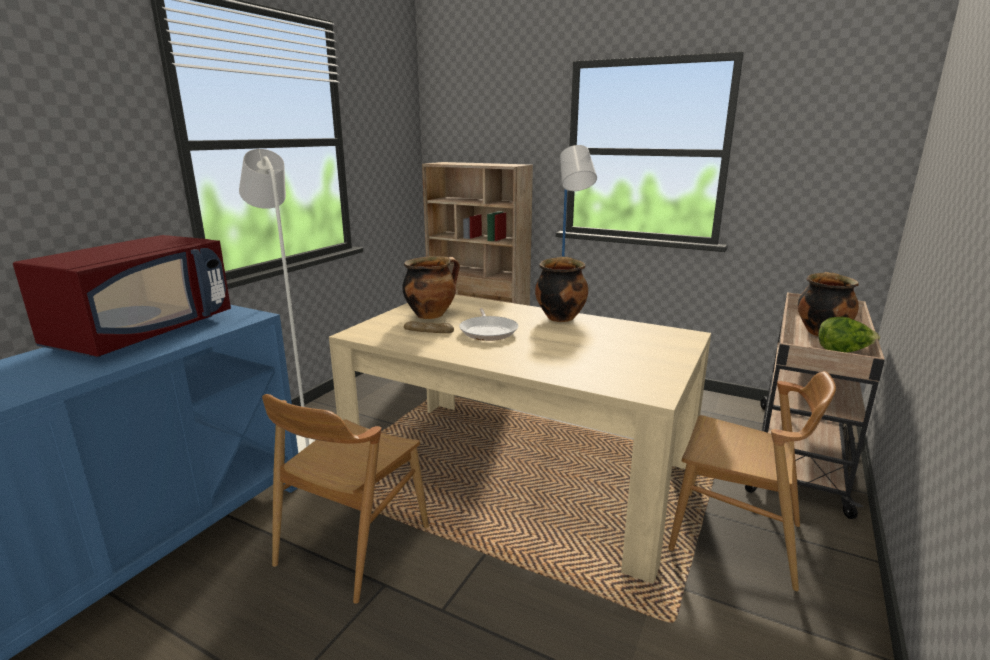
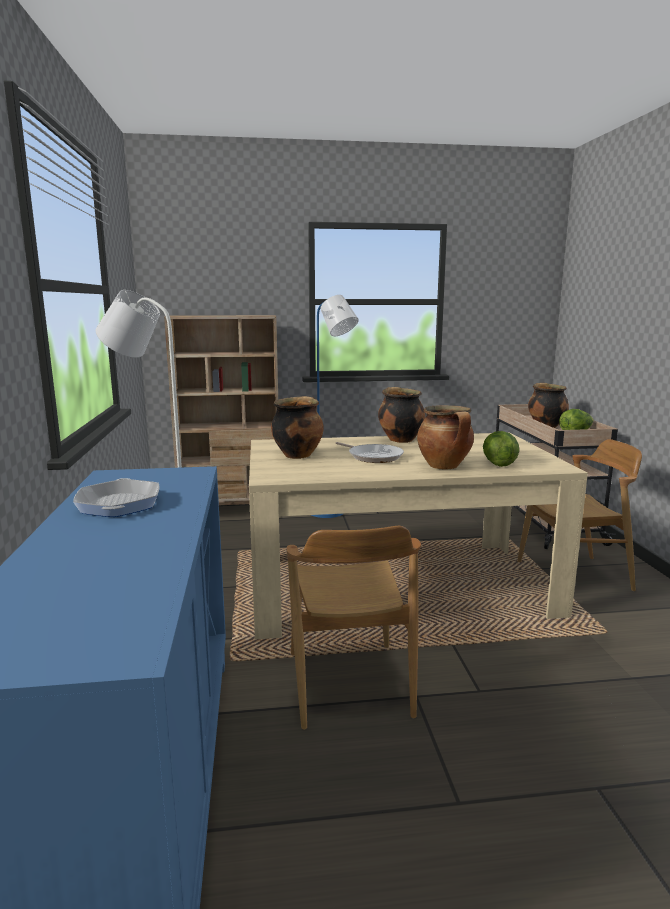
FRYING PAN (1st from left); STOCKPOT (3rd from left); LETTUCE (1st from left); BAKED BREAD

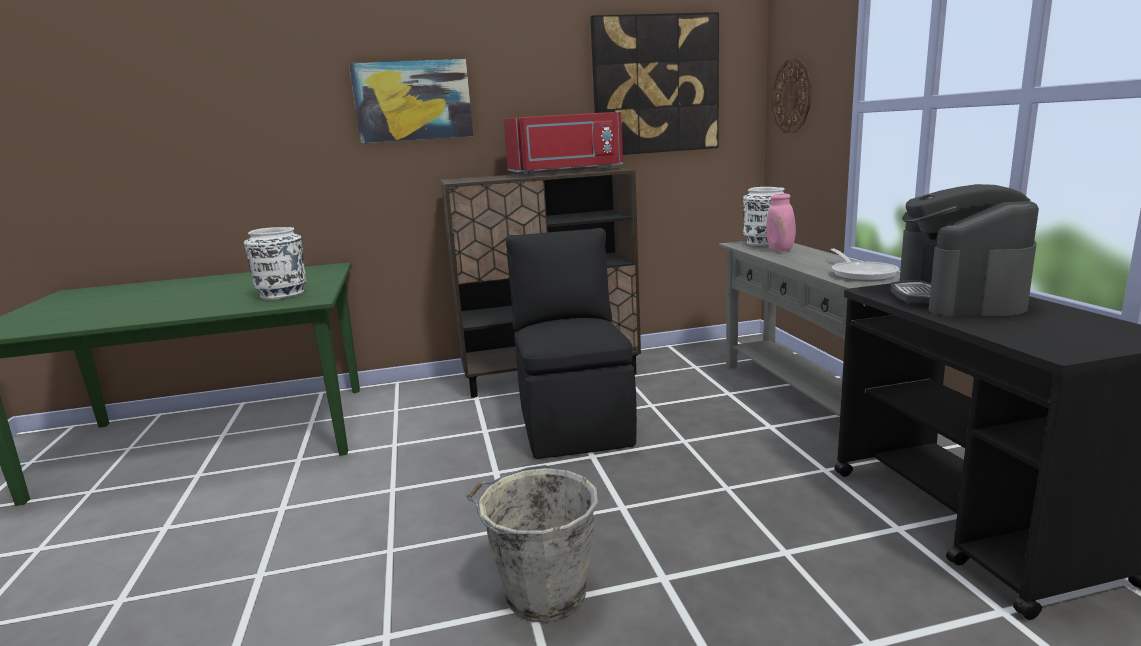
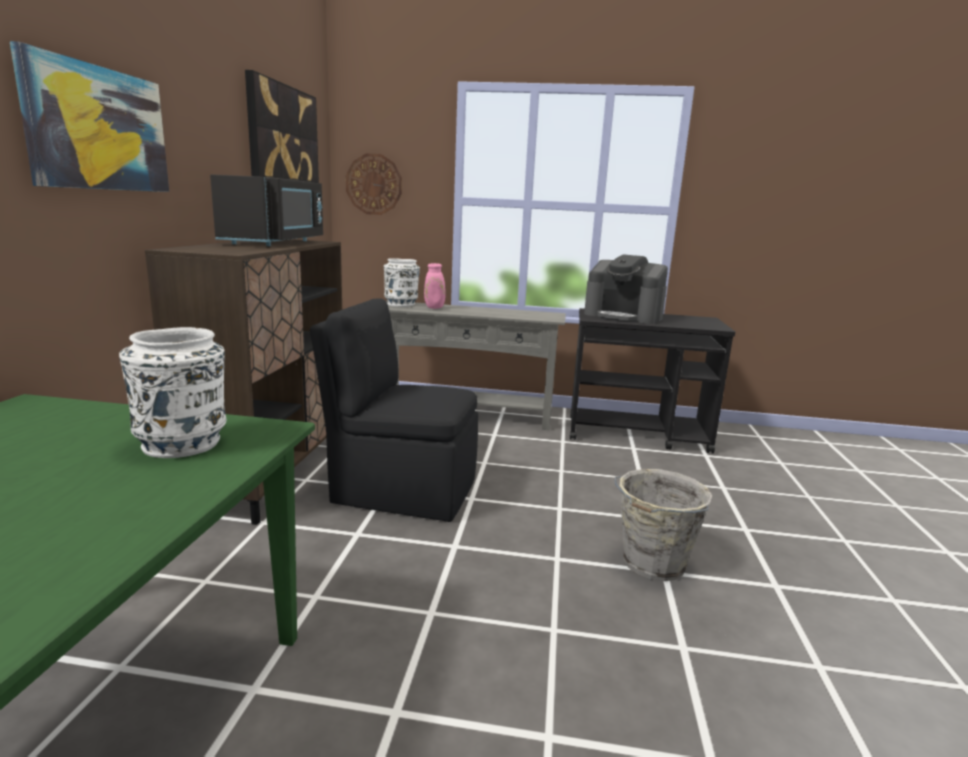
BLACK-COLOURED KITCHEN MICROWAVE; FRYING PAN

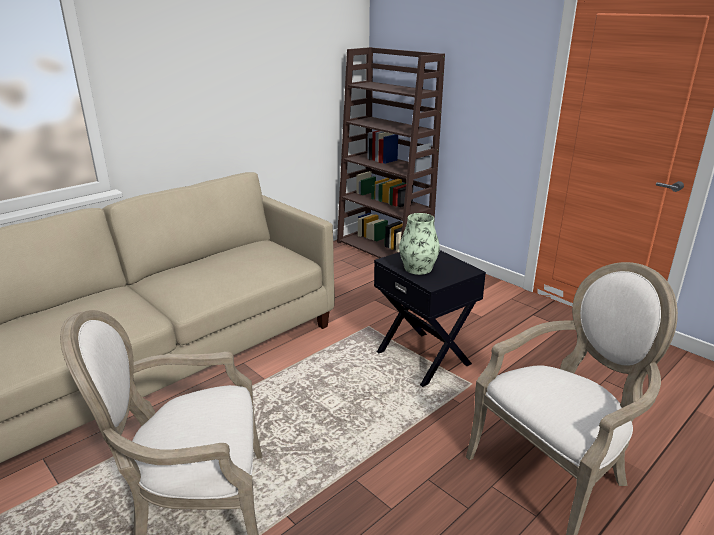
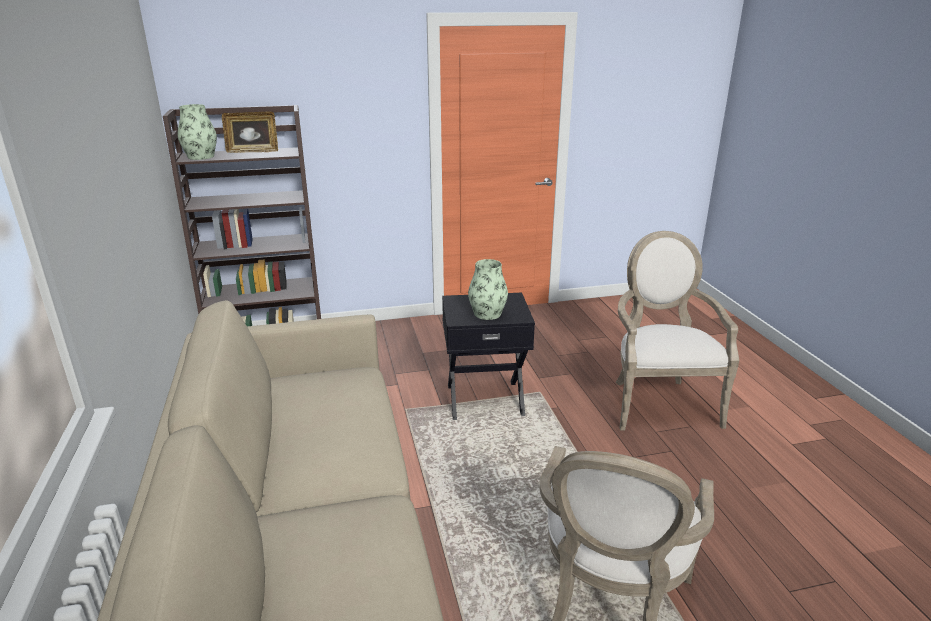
VASE (1st from left); PHOTO FRAME

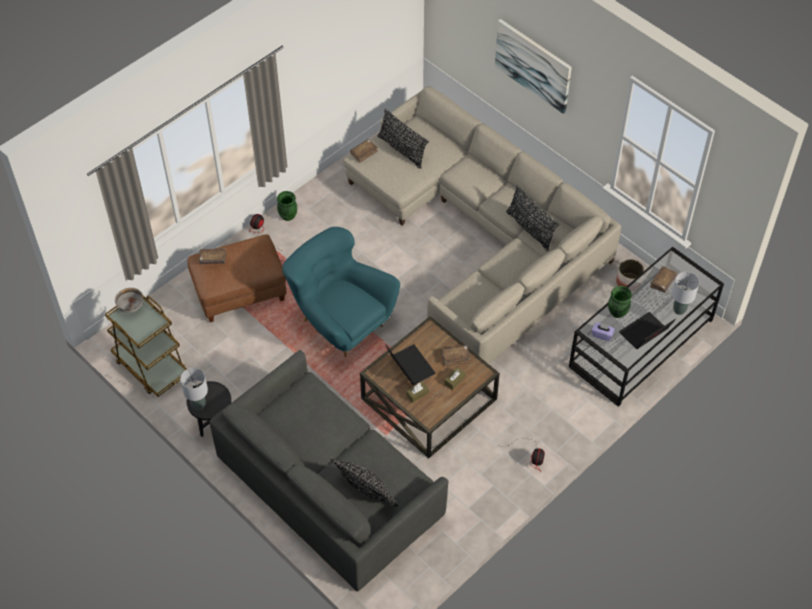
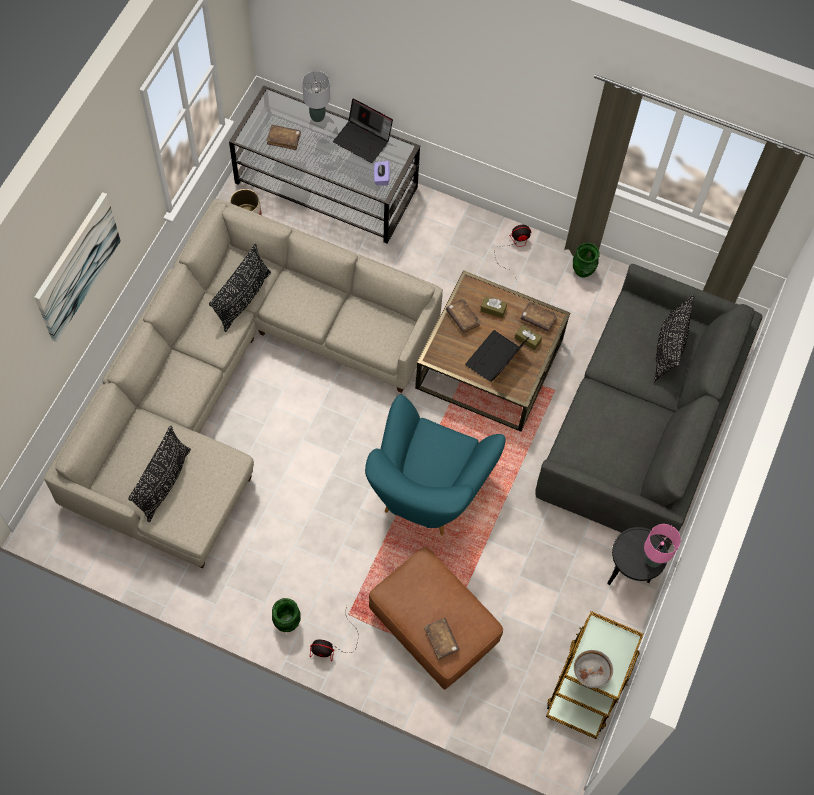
BROWN-COLOURED BOUND BOOK (4th from left); GREENISH VASE (2nd from left); PINKISH TABLETOP LAMP

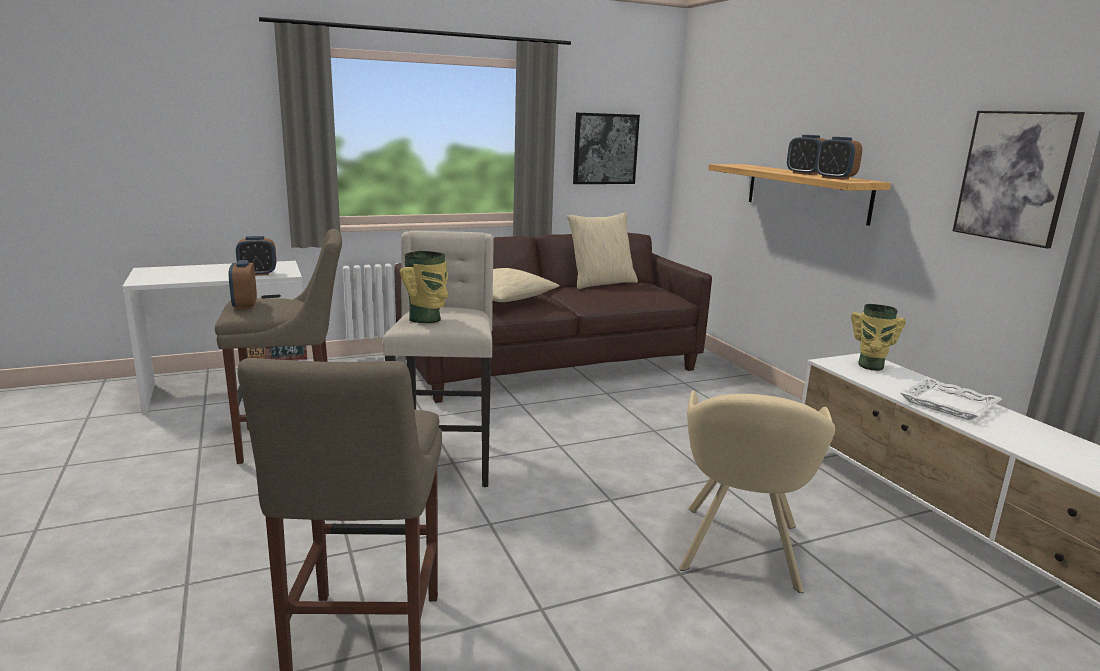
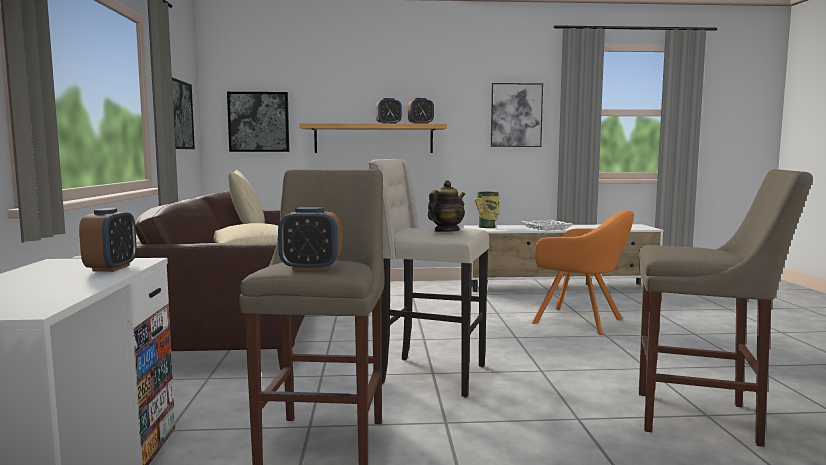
WALL PICTURE (2nd from left); TEAPOT; ORANGEY EASY CHAIR

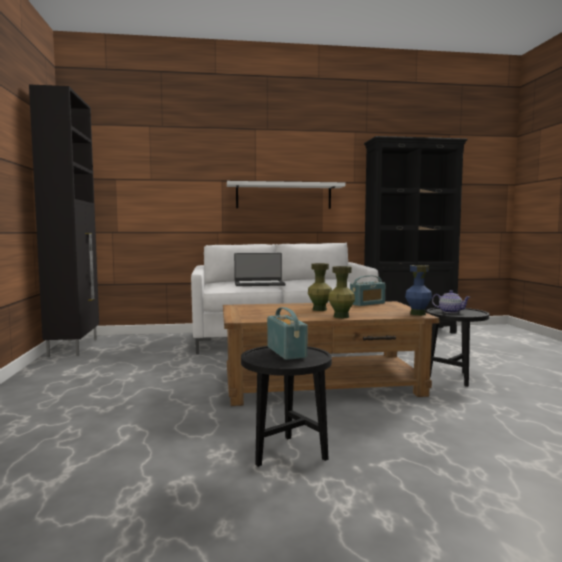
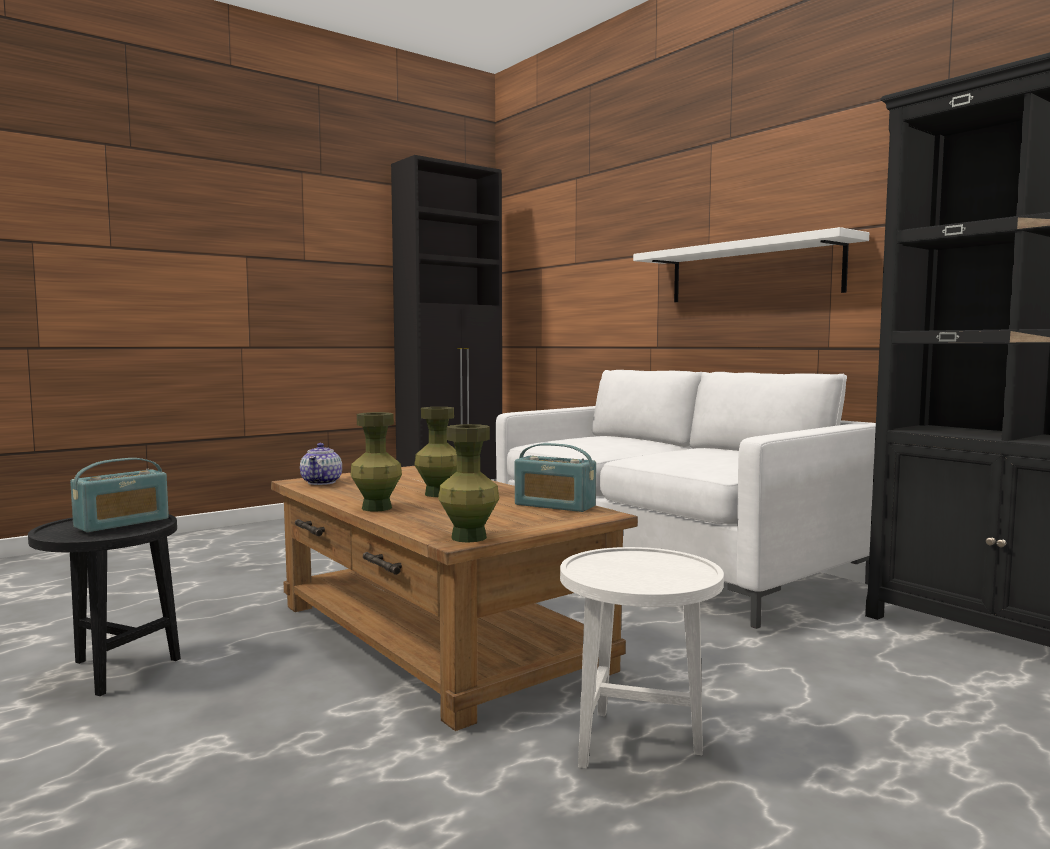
TEAPOT; GREENISH VASE (3rd from left); WHITE ACCENT TABLE; LAPTOP

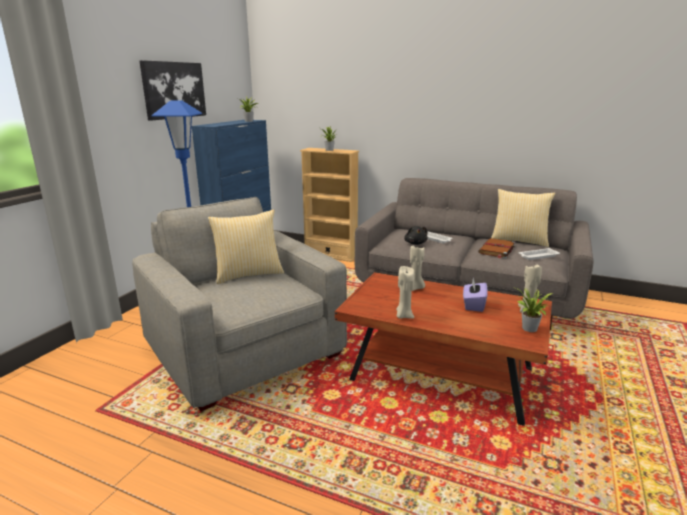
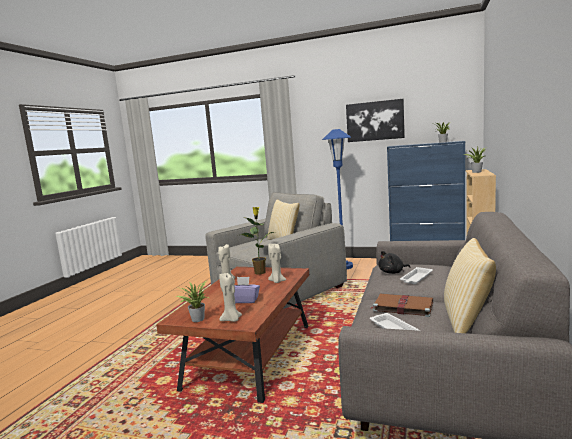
HOUSEPLANT (2nd from left)

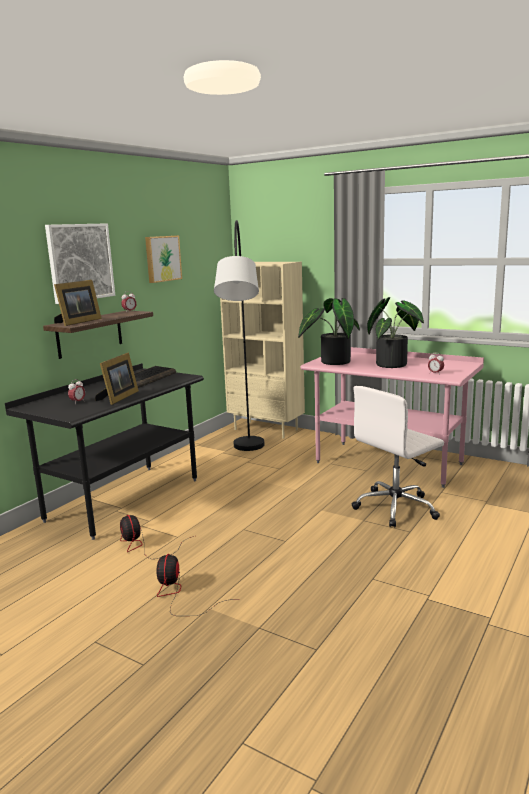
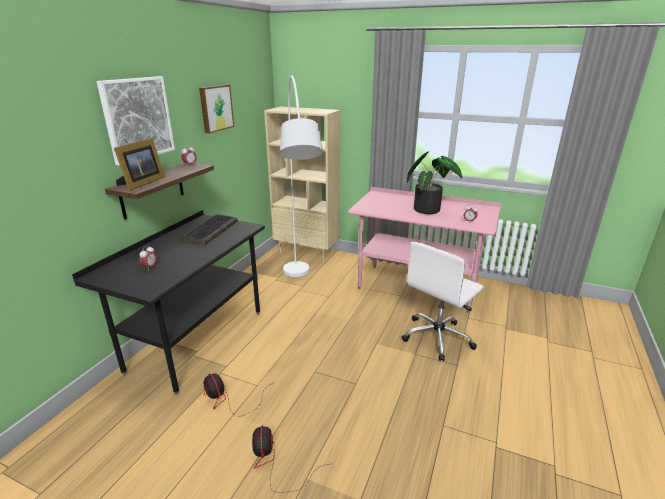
WHITE FLOOR LAMP; PHOTO FRAME (2nd from left in the first image); HOUSEPLANT (1st from left in the first image)

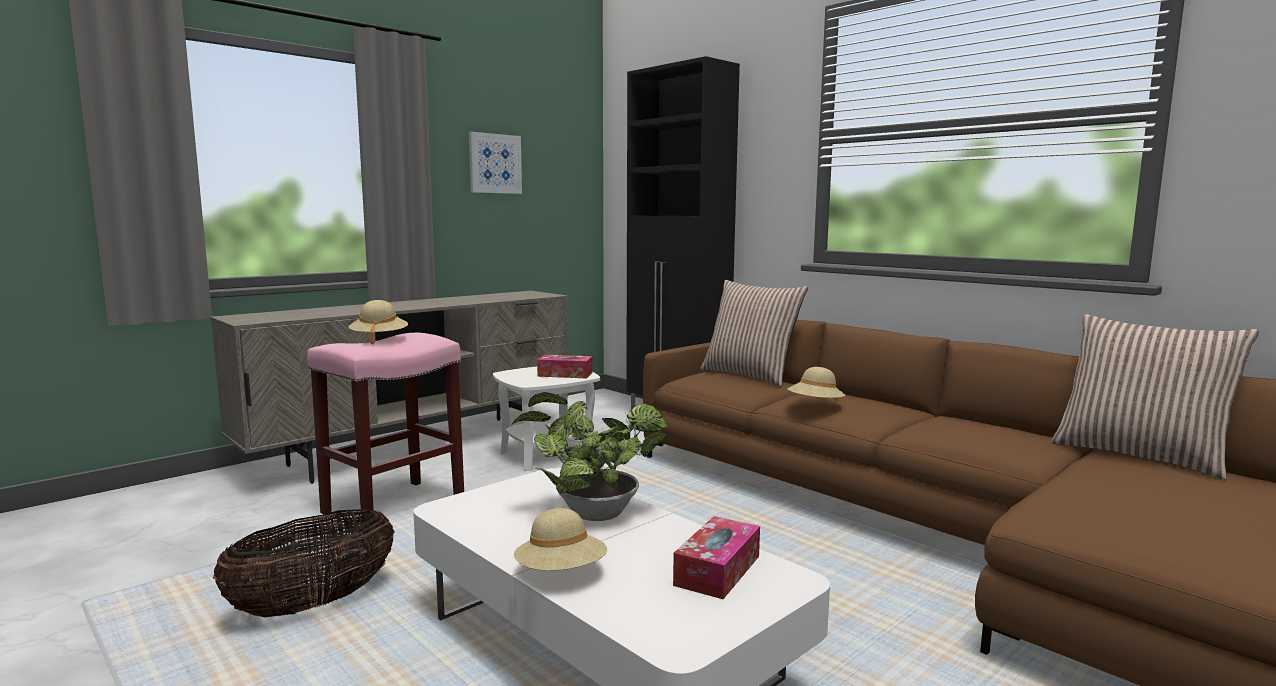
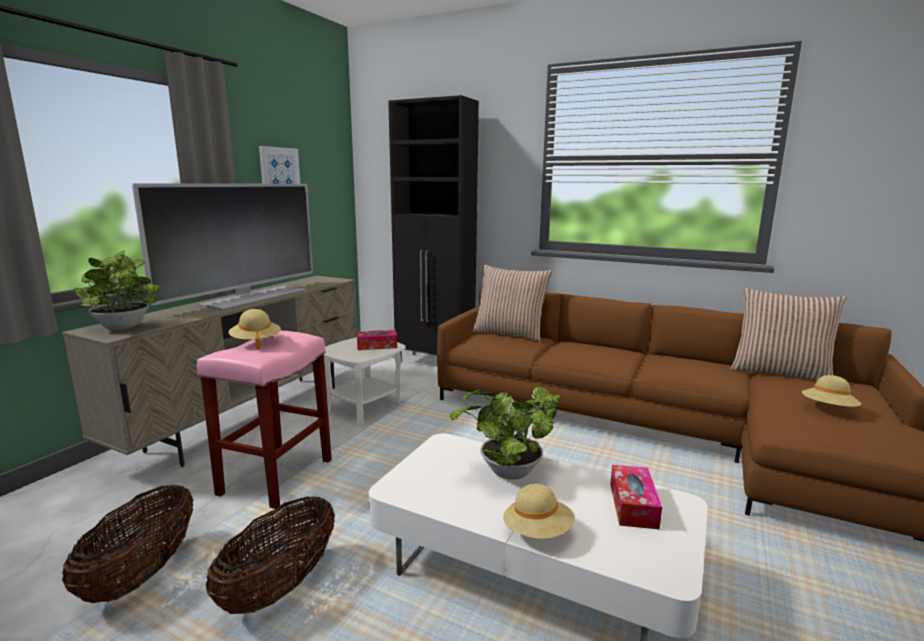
HOUSEHOLD BASKET (1st from left); HOUSEPLANT (1st from left); TV SET; BEIGE CLOTHING HAT (3rd from left)

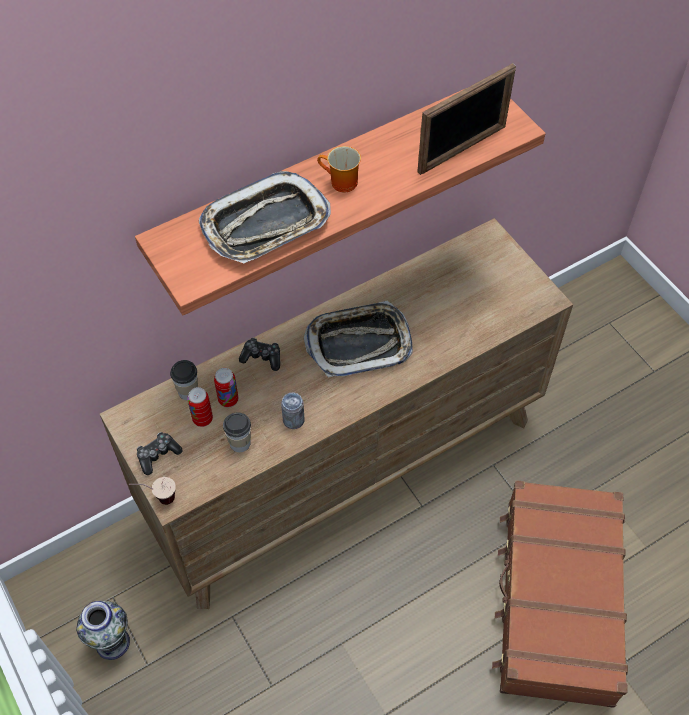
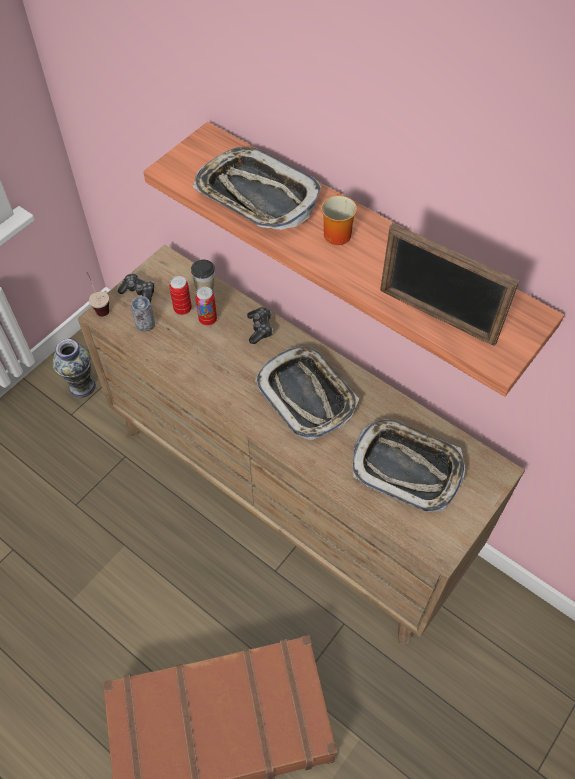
METAL CAN (1st from left); CARRYING TRAY (3rd from left); DRINKING CUP (3rd from left in the first image)

